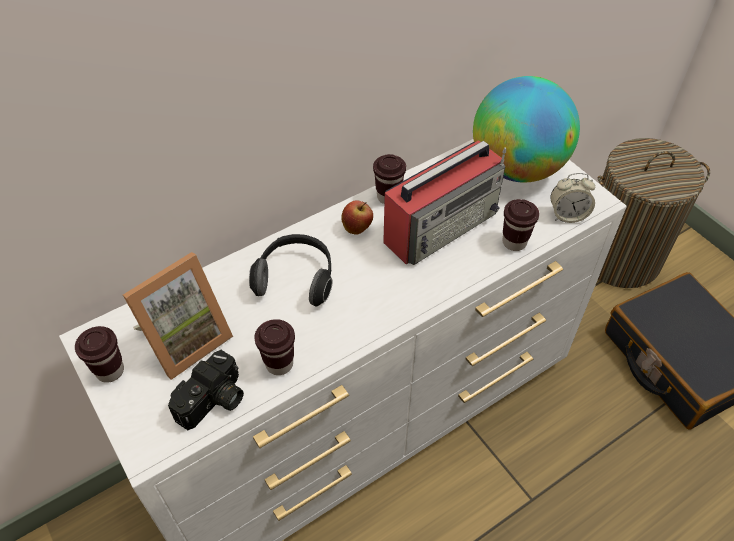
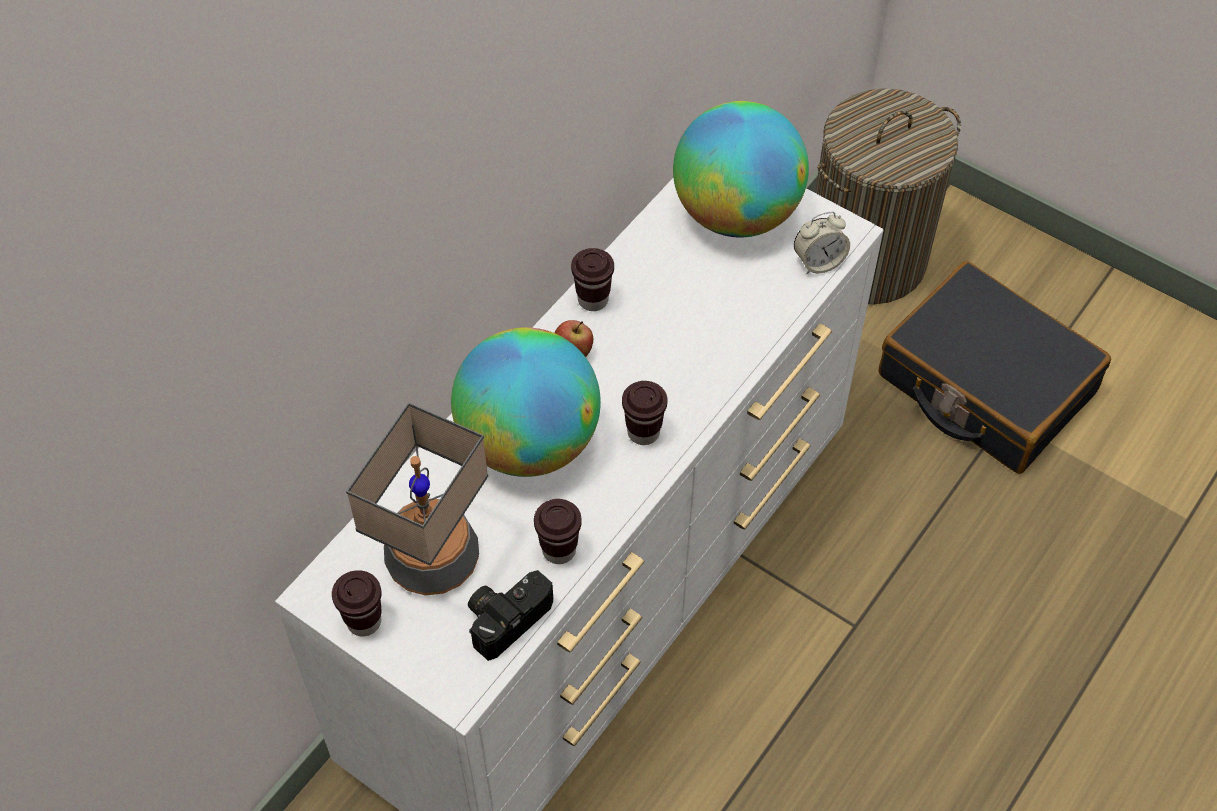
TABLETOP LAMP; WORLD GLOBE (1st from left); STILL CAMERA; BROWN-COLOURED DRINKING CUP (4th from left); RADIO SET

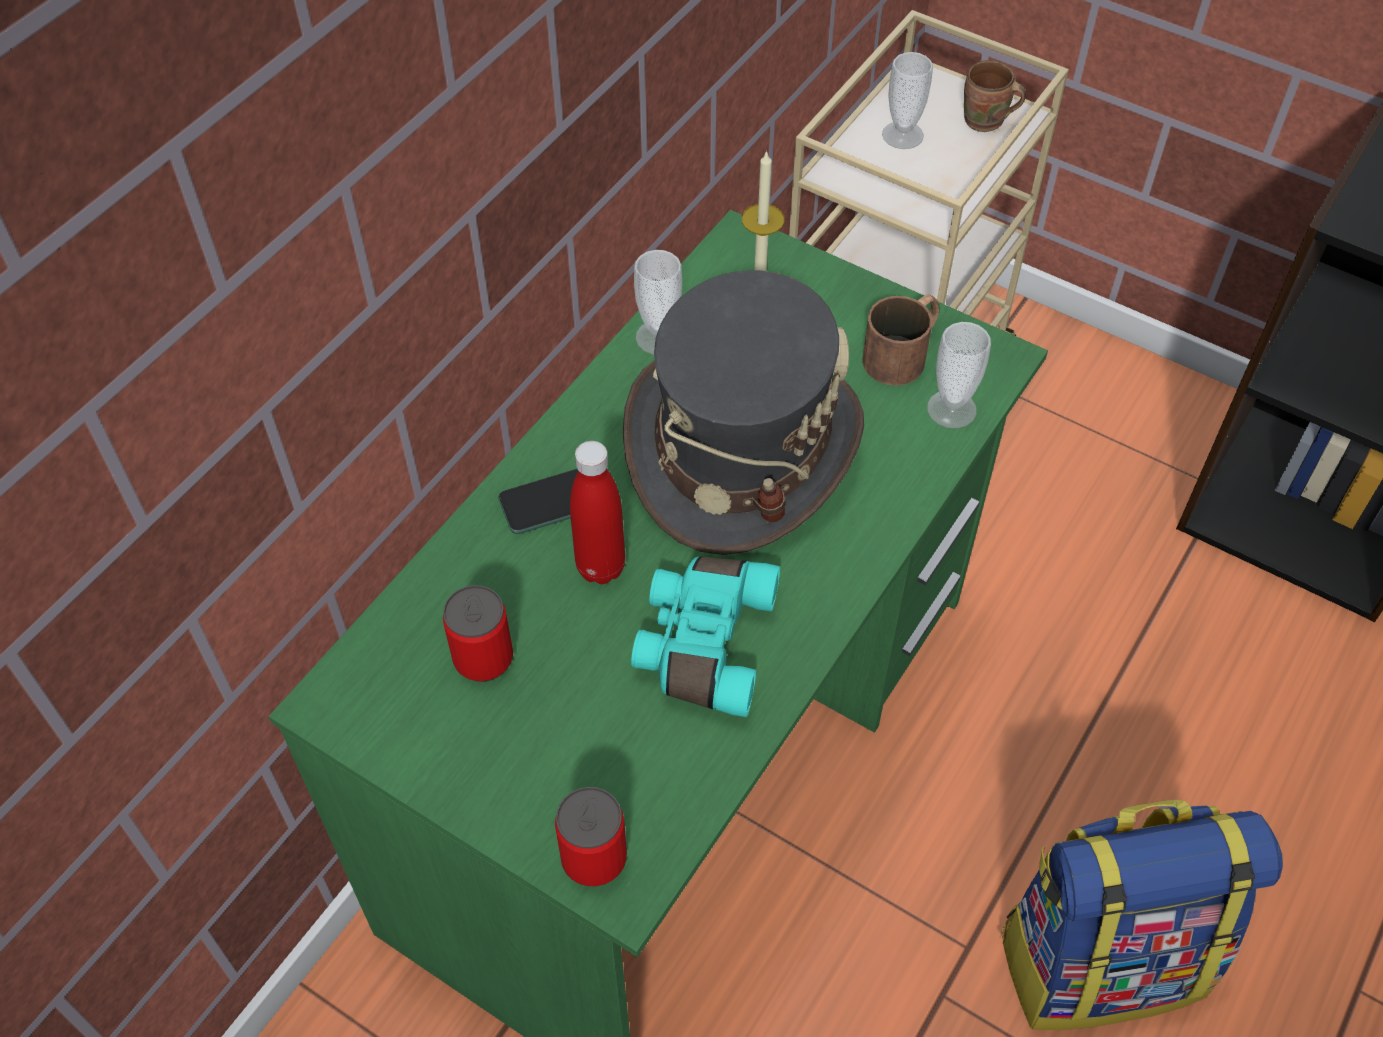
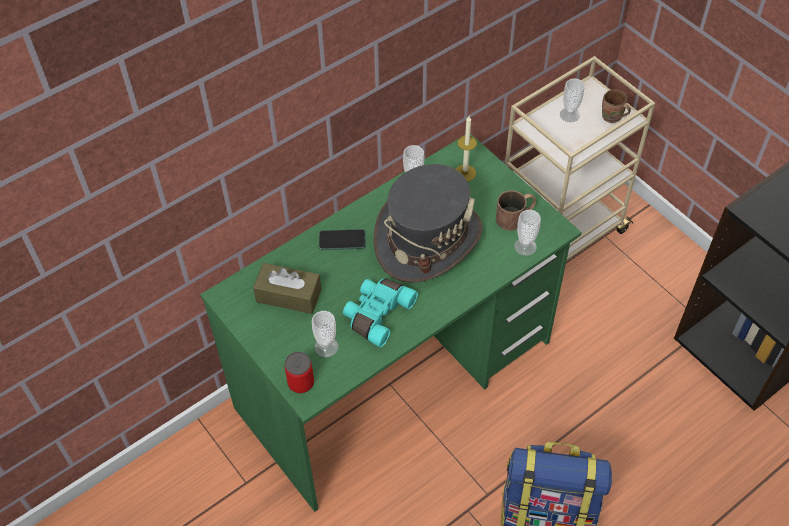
BROWN-COLOURED TISSUE BOX; DRINKING CUP (1st from left); RED BEVERAGE BOTTLE

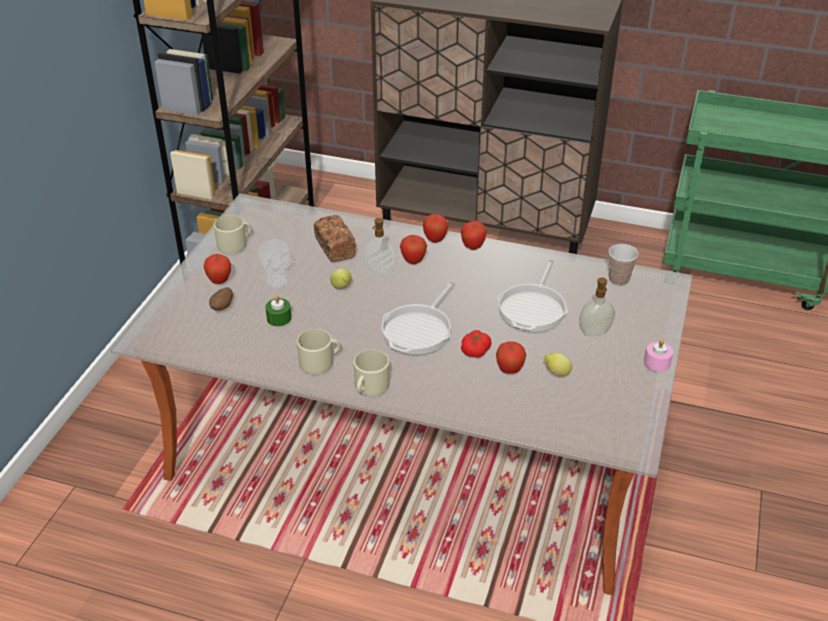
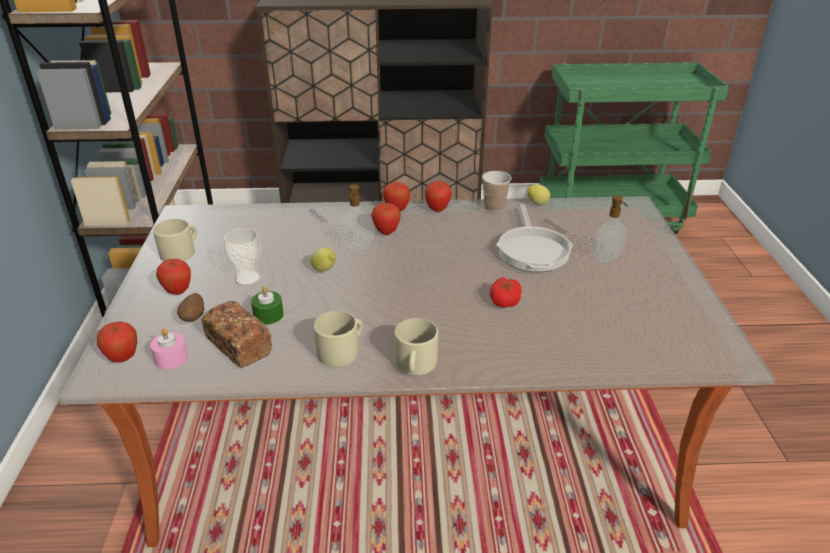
APPLE FRUIT (1st from left); PINKISH WAX CANDLE; BAKED BREAD; DRINKING CUP (2nd from left); WHOLE LEMON (2nd from left); FRYING PAN (1st from left in the first image)

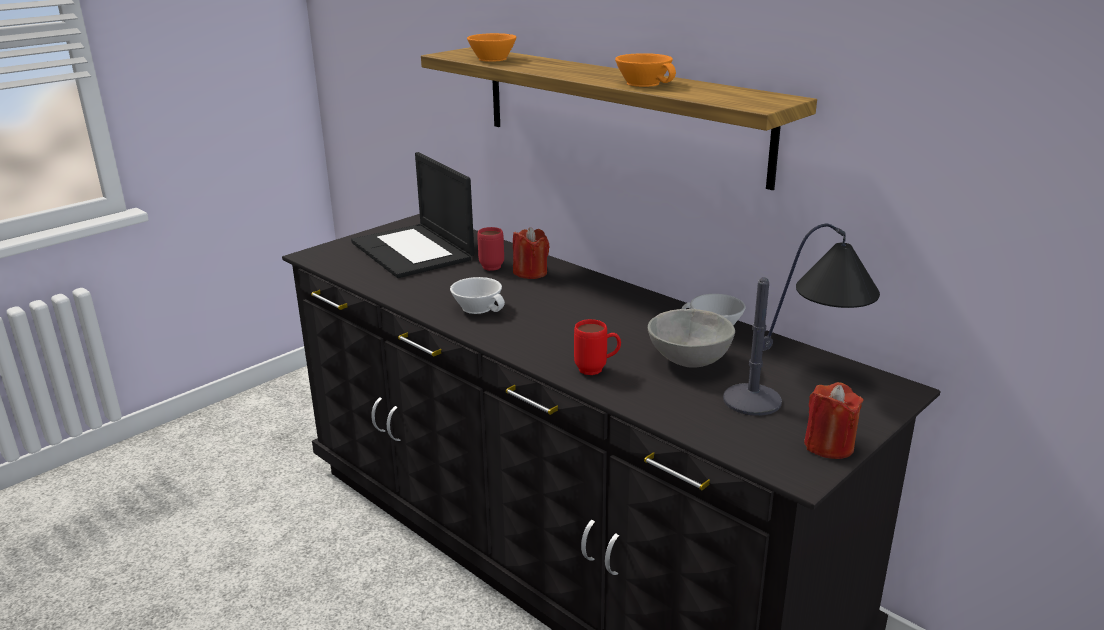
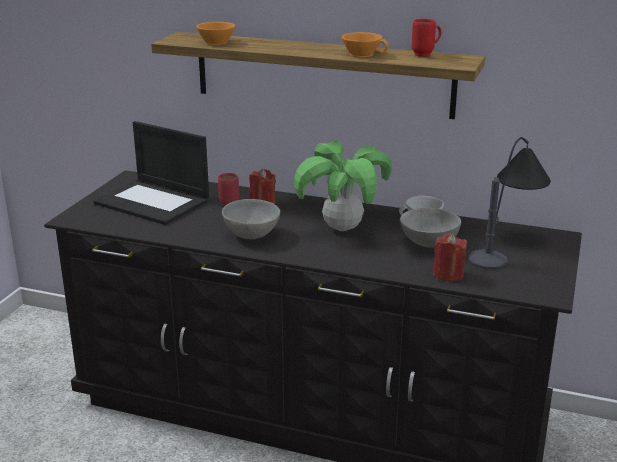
GRAY BOWL (1st from left); HOUSEPLANT; RED COFFEE MUG (2nd from left); RED WAX CANDLE (2nd from left)

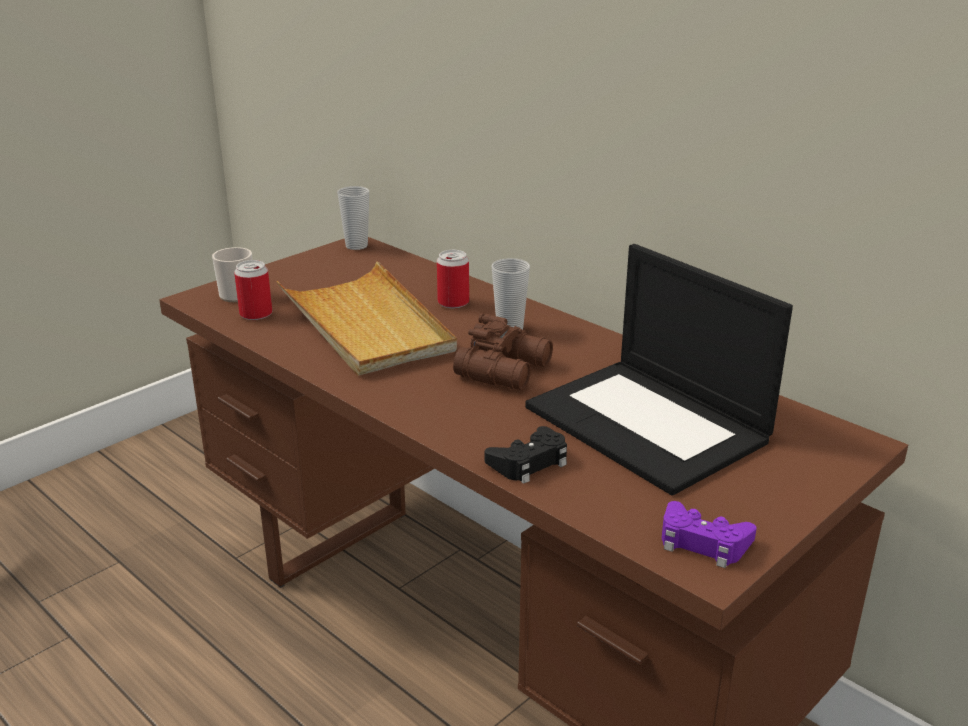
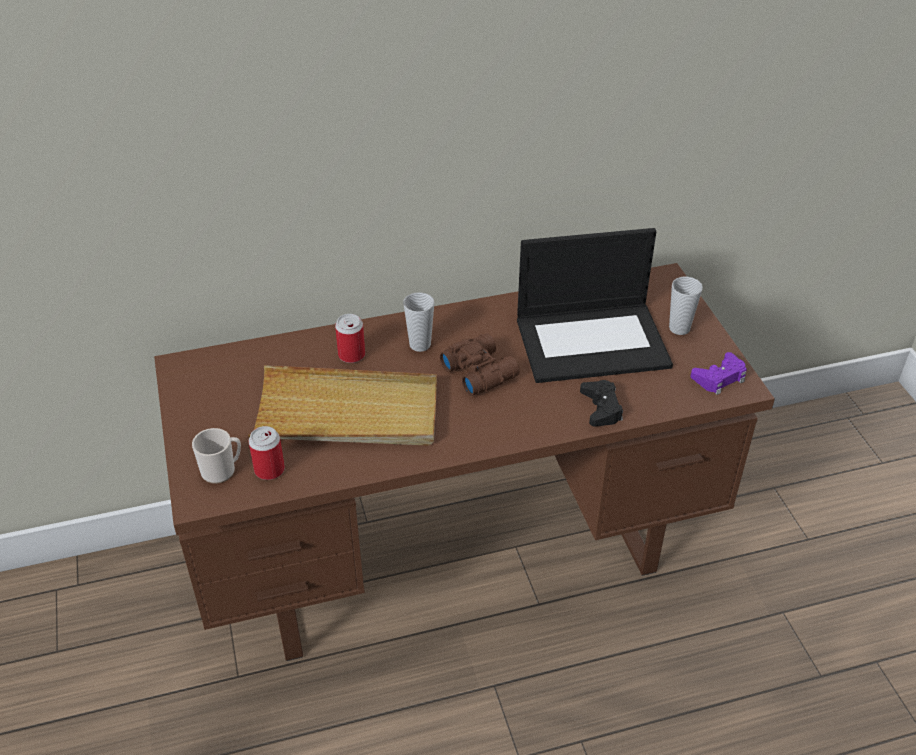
DRINKING CUP (2nd from left)

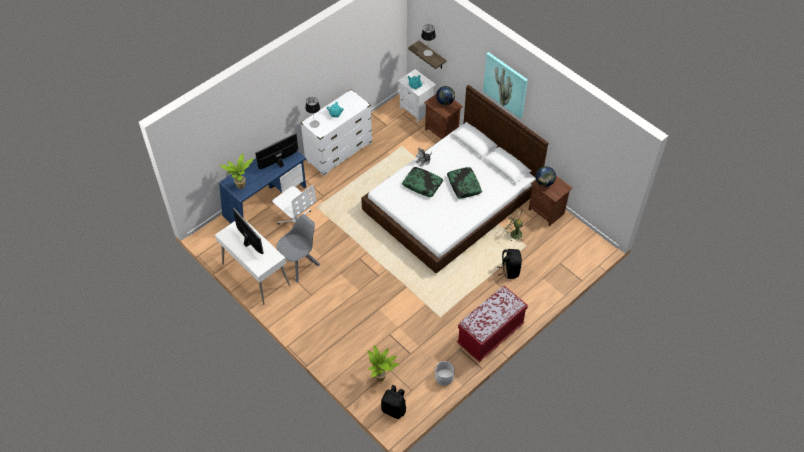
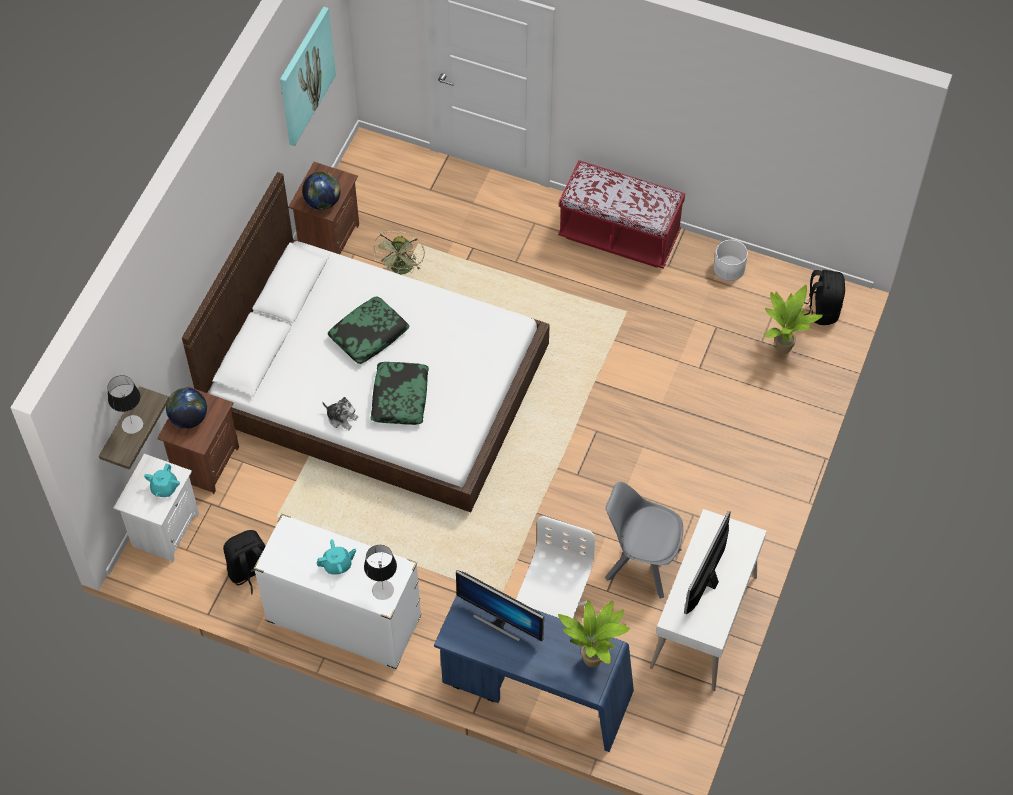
BLACK-COLOURED BACKPACK (1st from left); WALL PICTURE

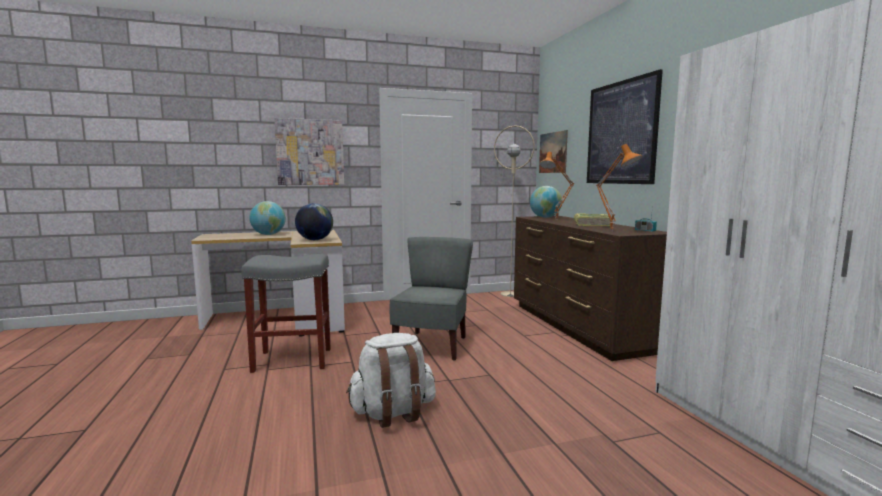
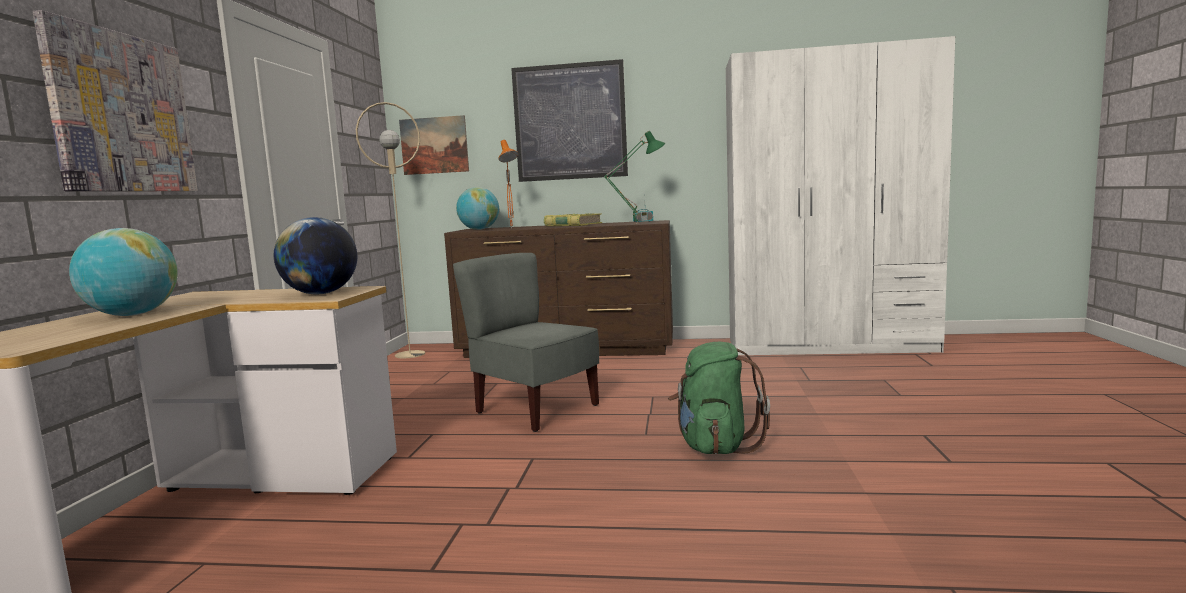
GREENISH TABLETOP LAMP; GREENISH BACKPACK; GRAY STOOL

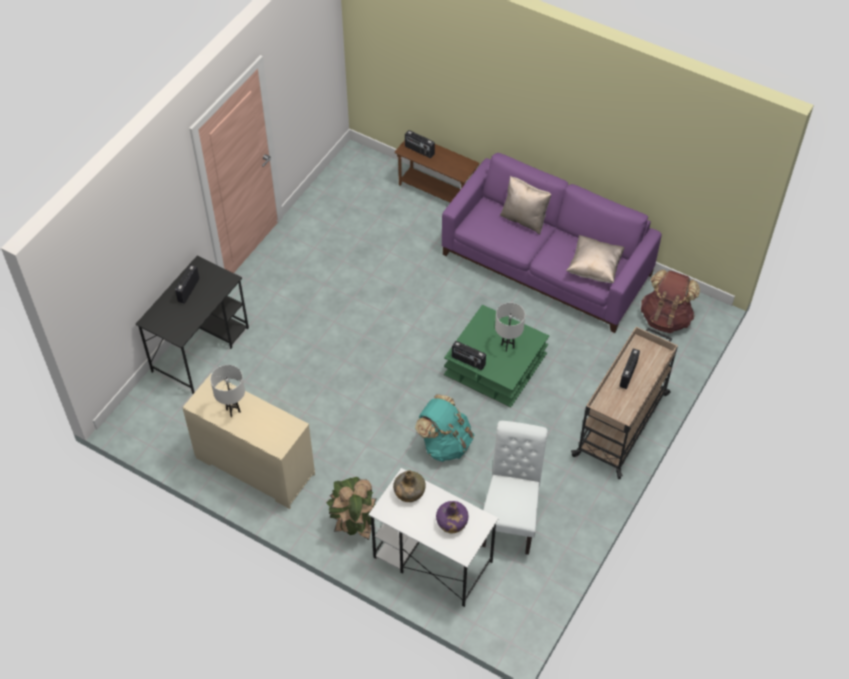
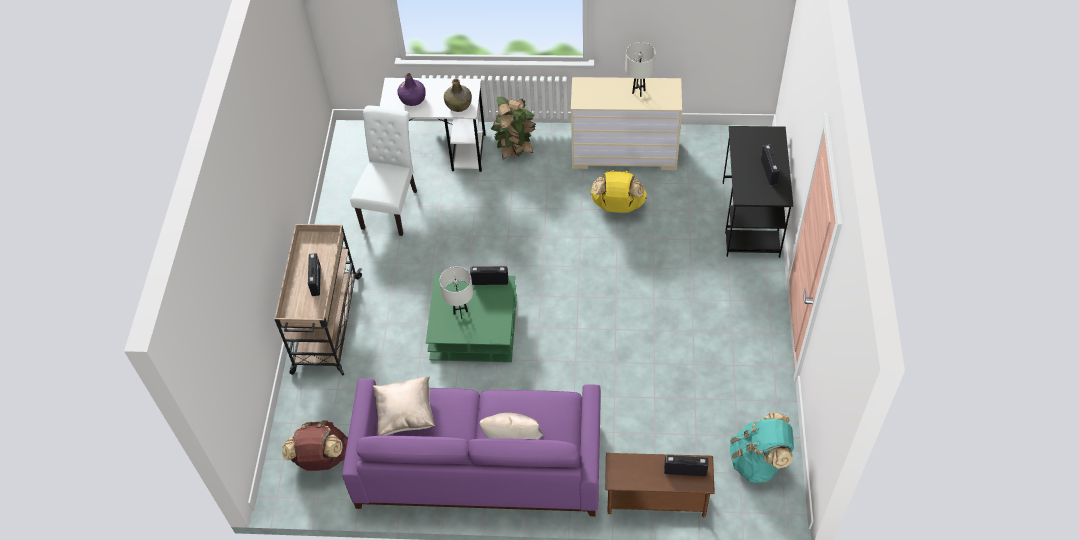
WHITE PLAIN CHAIR; YELLOW-COLOURED BACKPACK; BLUE-GREEN BACKPACK

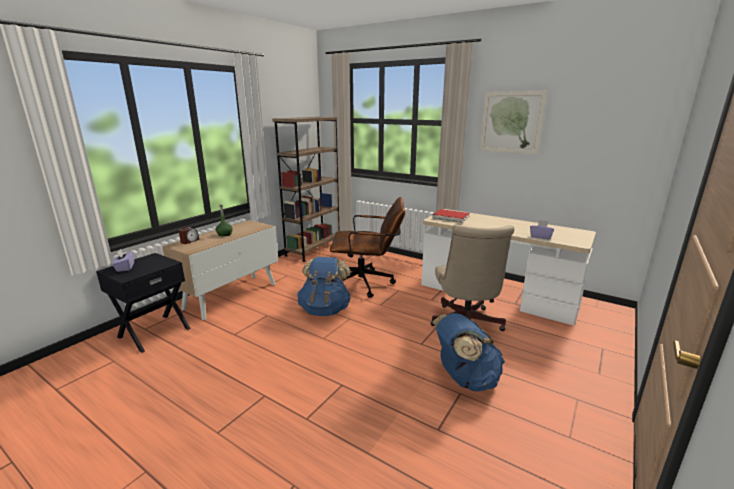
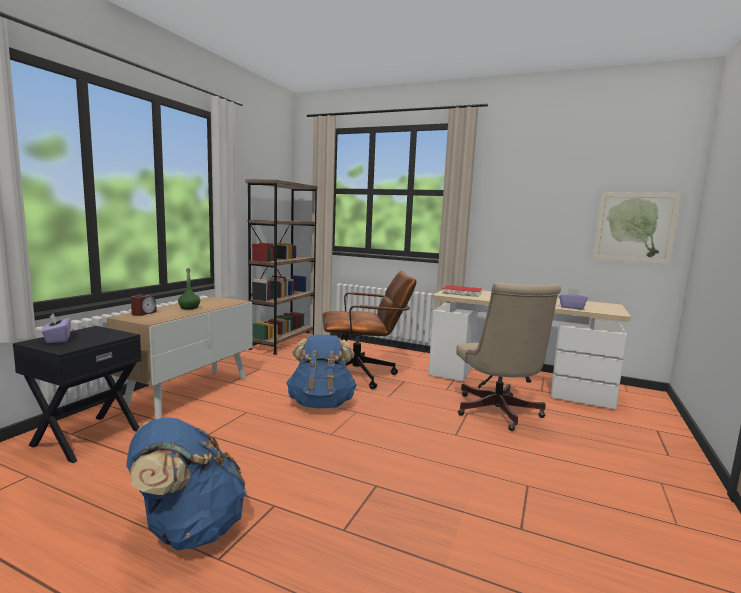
BLUE BACKPACK (1st from left); WALL PICTURE

